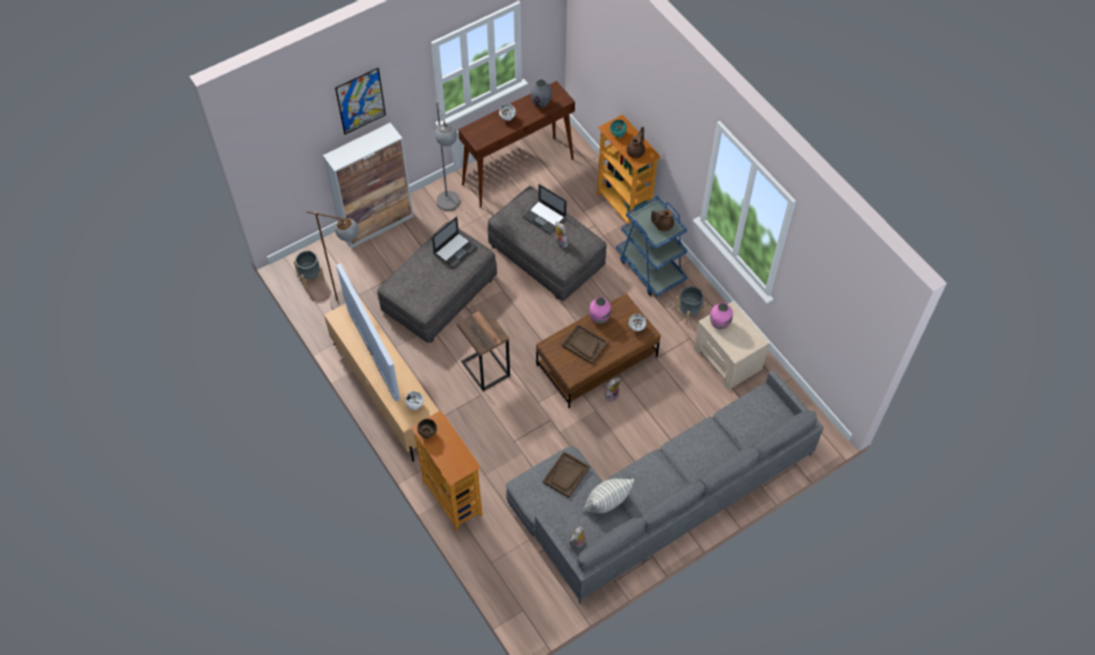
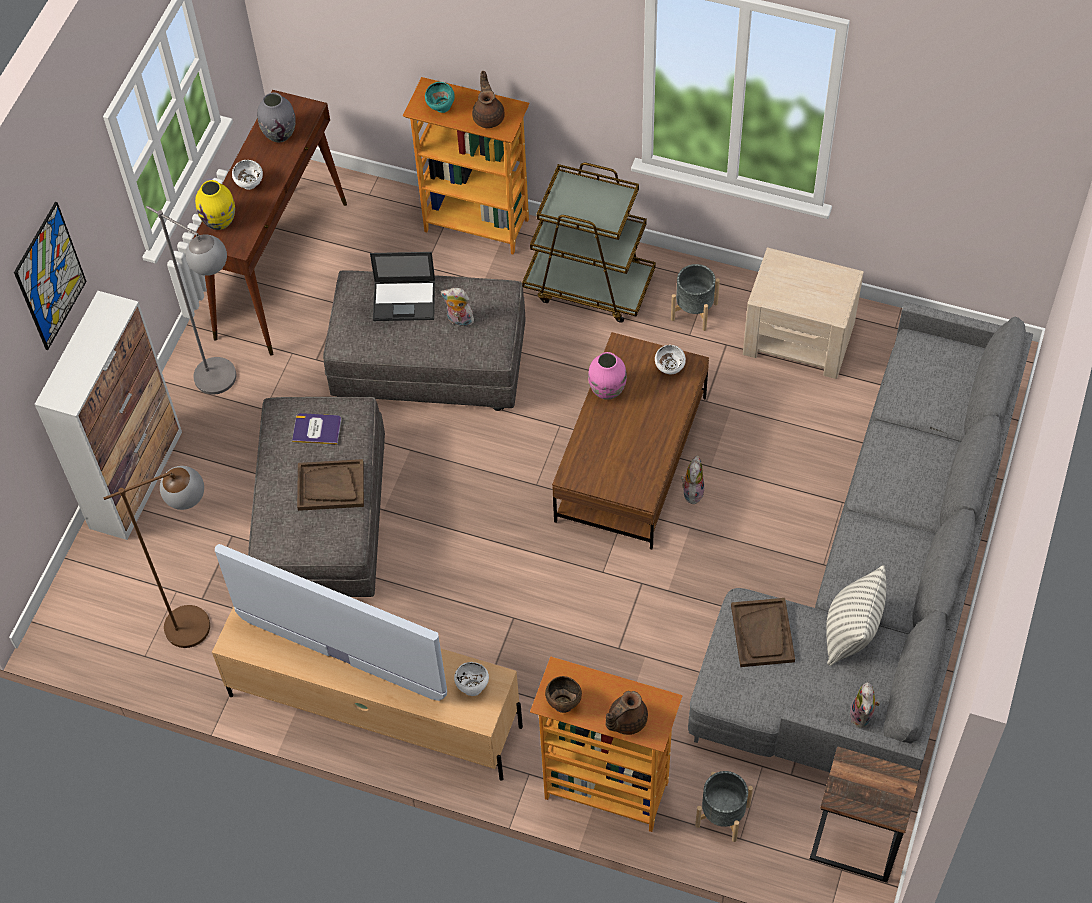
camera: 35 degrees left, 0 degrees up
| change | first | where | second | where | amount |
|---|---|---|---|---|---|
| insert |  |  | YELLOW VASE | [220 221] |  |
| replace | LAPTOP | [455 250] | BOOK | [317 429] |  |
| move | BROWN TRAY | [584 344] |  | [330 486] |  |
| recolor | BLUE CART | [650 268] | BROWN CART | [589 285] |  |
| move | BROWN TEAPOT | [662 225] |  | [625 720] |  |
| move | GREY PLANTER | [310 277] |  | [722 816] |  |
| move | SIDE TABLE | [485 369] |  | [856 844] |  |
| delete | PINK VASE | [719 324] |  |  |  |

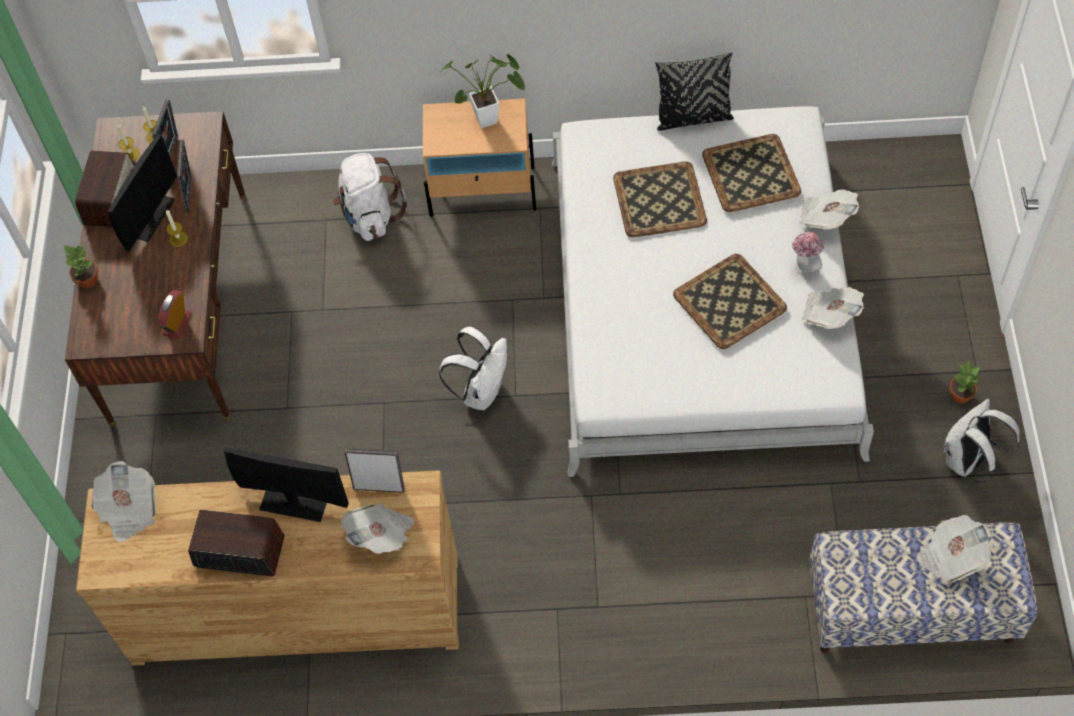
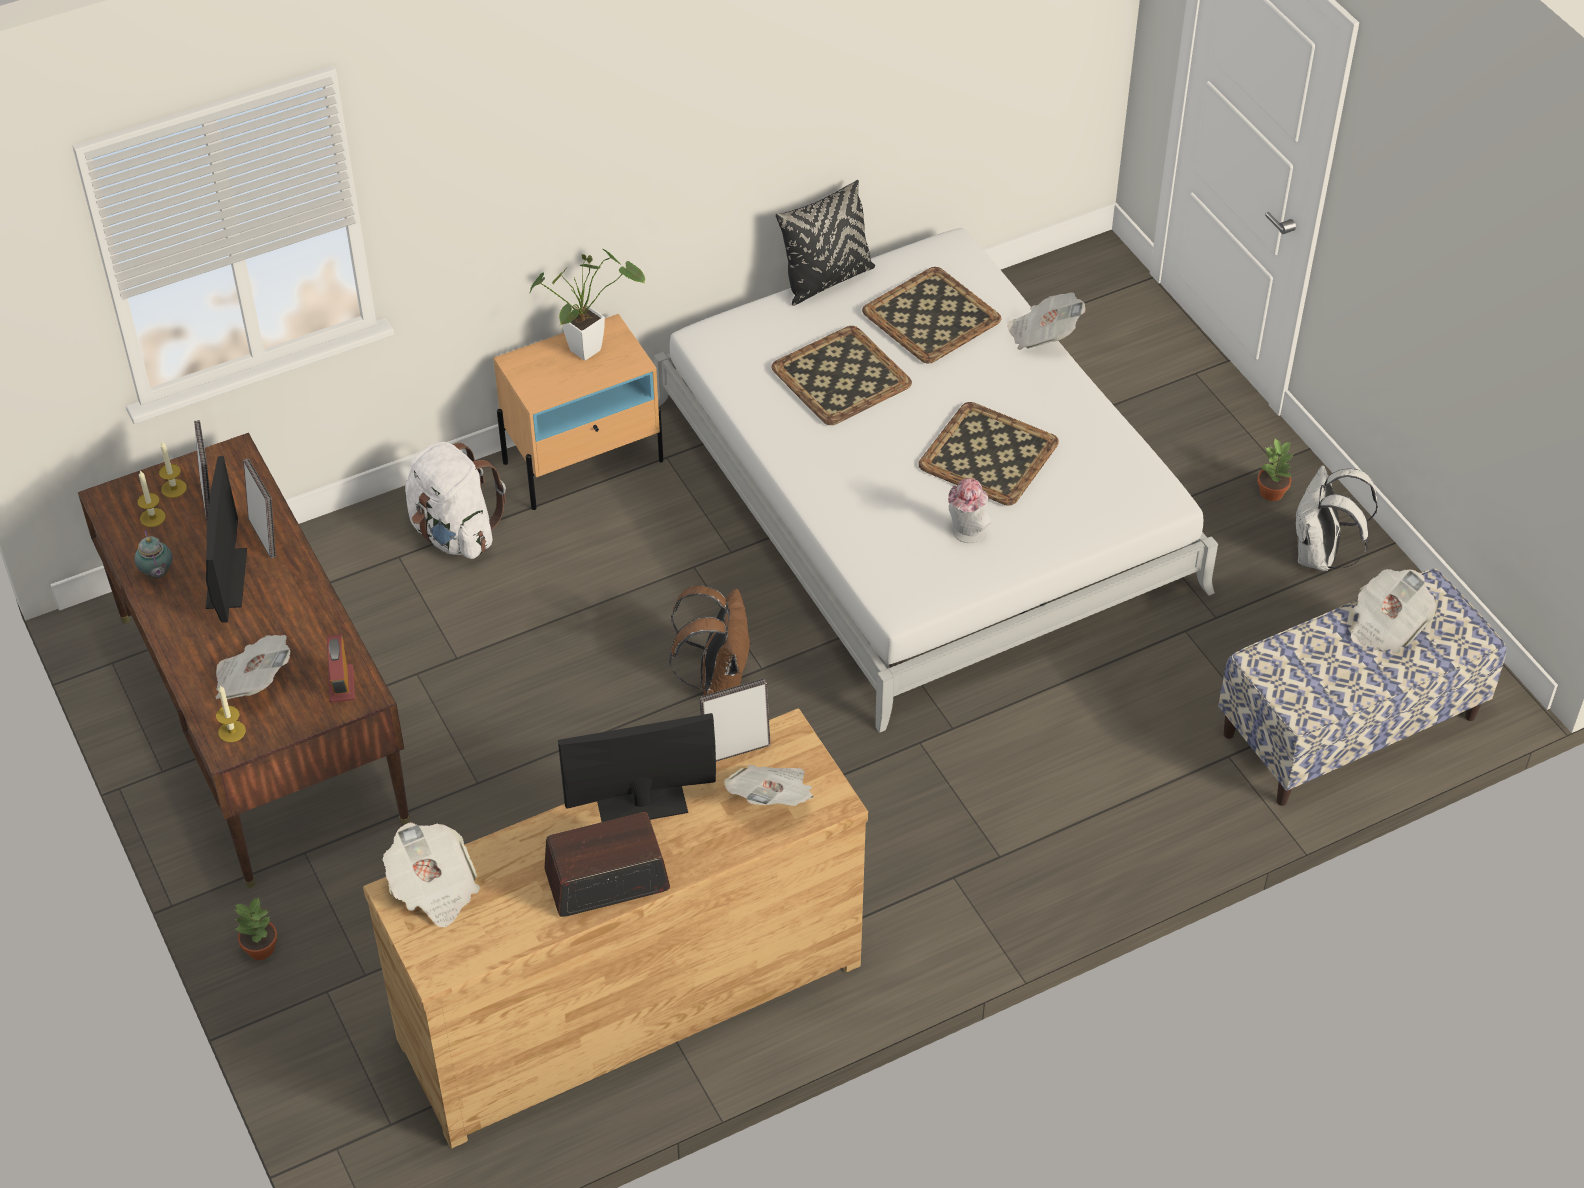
camera: 30 degrees left, 10 degrees down
| change | first | where | second | where | amount |
|---|---|---|---|---|---|
| replace | RADIO | [111 198] | TEAPOT | [157 575] |  |
| move | NEWSPAPER | [830 314] |  | [253 681] |  |
| move | CANDLE | [178 239] |  | [232 731] |  |
| move | POTTED PLANT | [87 280] |  | [259 949] |  |
| recolor | WHITE BACKPACK | [481 391] | BROWN BACKPACK | [717 678] |  |
| move | HAT | [804 268] |  | [966 534] |  |

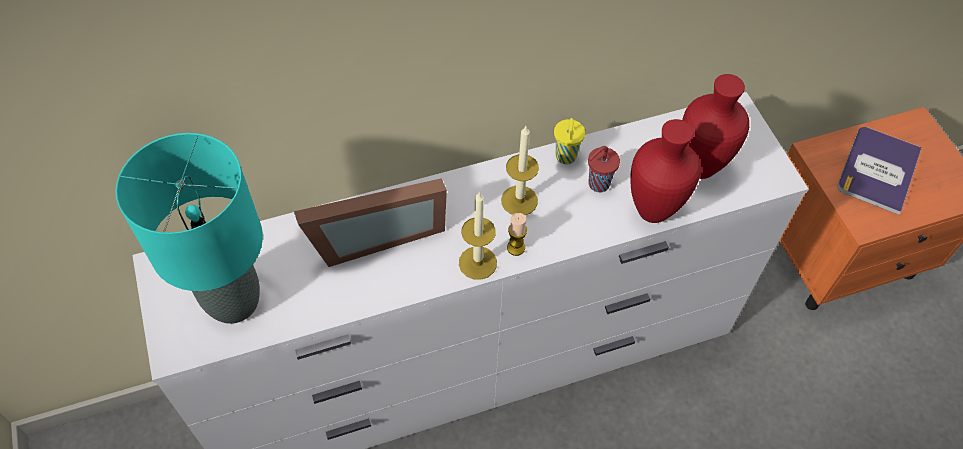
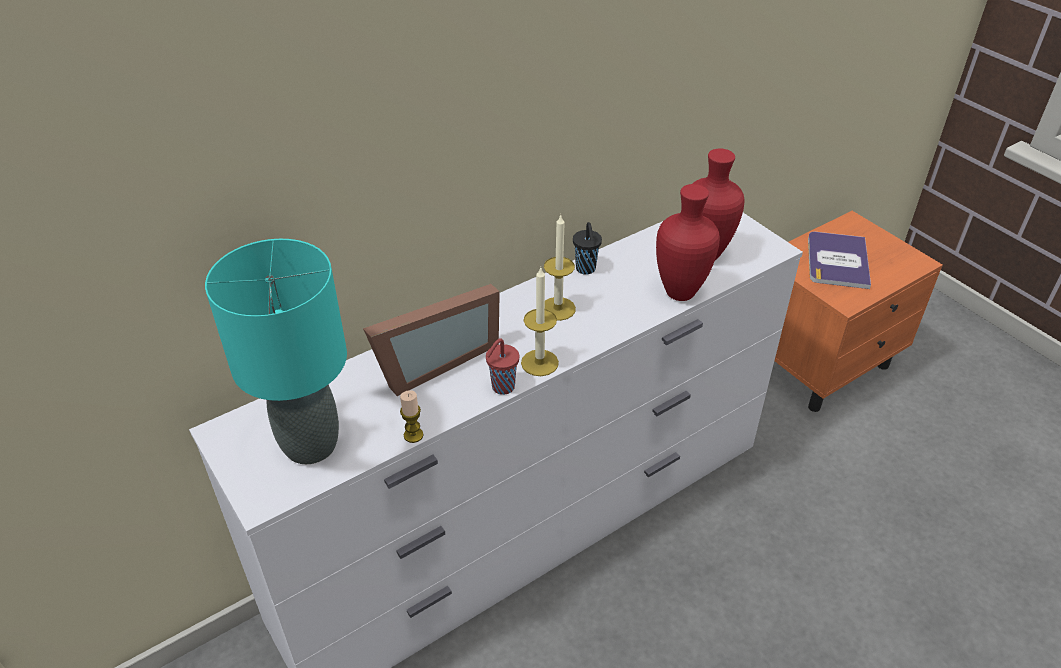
camera: 15 degrees left, 15 degrees down
| change | first | where | second | where | amount |
|---|---|---|---|---|---|
| move | CANDLE | [516 247] |  | [413 435] |  |
| move | RED CUP | [597 184] |  | [502 387] |  |
| recolor | YELLOW CUP | [565 157] | BLACK CUP | [586 269] |  |

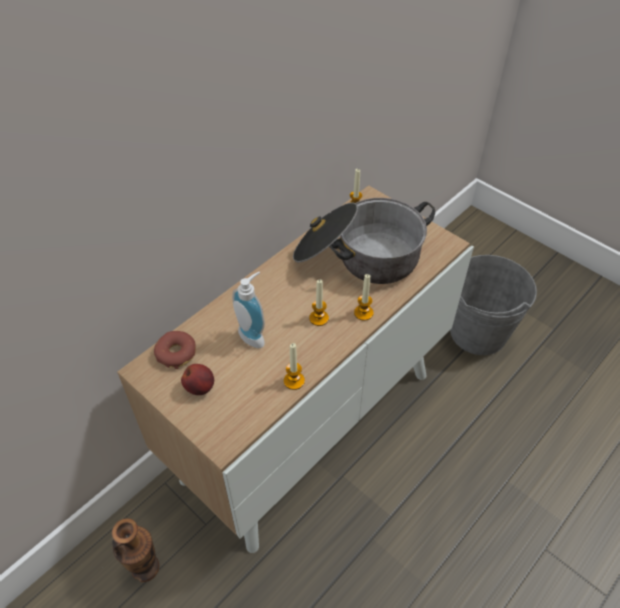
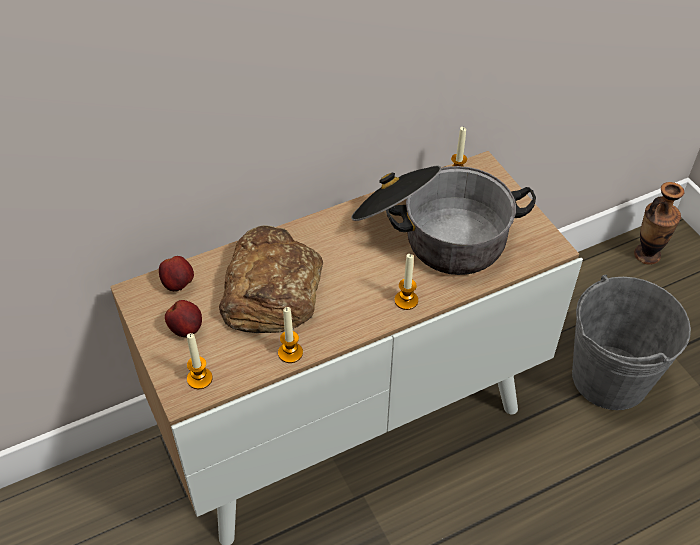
camera: 20 degrees right, 0 degrees up
| change | first | where | second | where | amount |
|---|---|---|---|---|---|
| replace | DONUT | [176 353] | APPLE | [179 285] |  |
| move | CANDLE | [319 318] |  | [199 378] |  |
| replace | SOAP DISPENSER | [254 335] | BREAD | [270 289] |  |
| move | VASE | [145 567] |  | [647 255] |  |

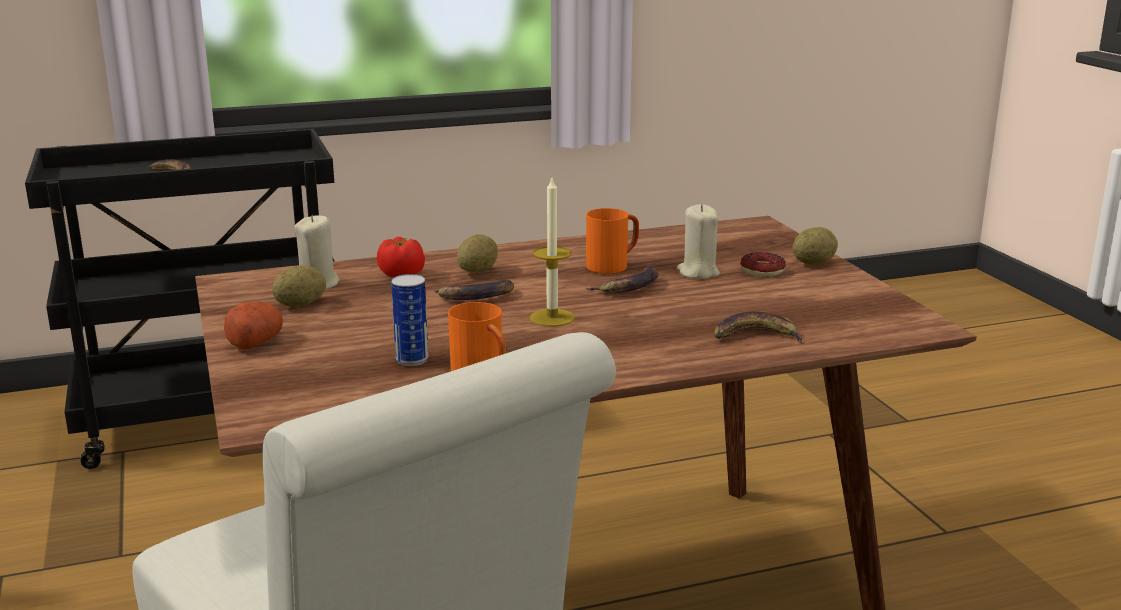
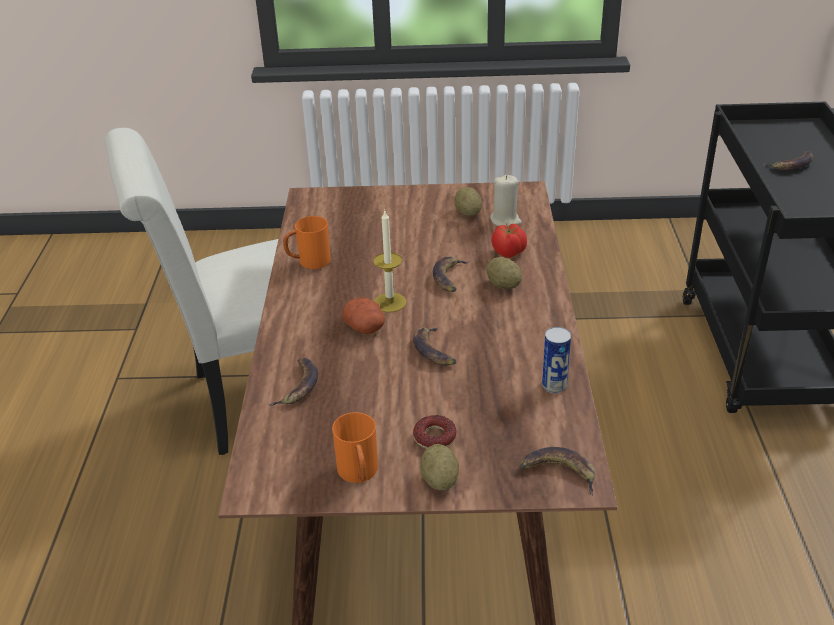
camera: 110 degrees right, 15 degrees up
| change | first | where | second | where | amount |
|---|---|---|---|---|---|
| move | ORANGE MUG | [613 266] |  | [359 475] |  |
| move | POTATO | [255 342] |  | [366 328] |  |
| insert |  |  | BANANA | [558 472] |  |
| move | CAN | [412 360] |  | [554 386] |  |
| delete | BEIGE CANDLE | [698 272] |  |  |  |

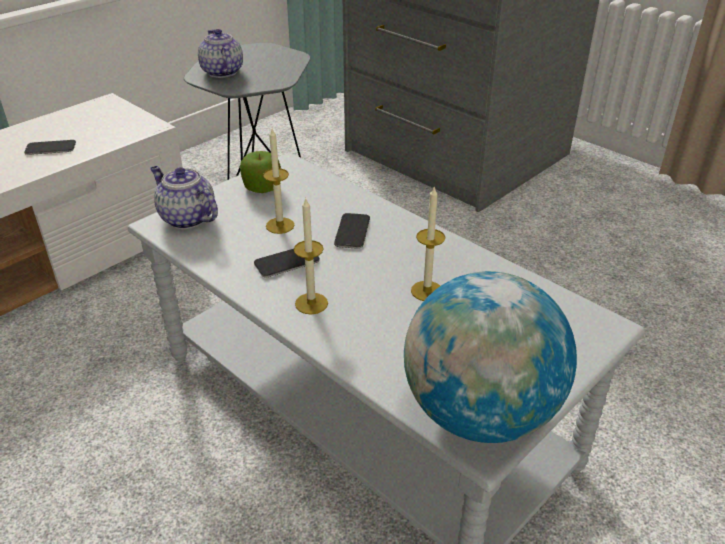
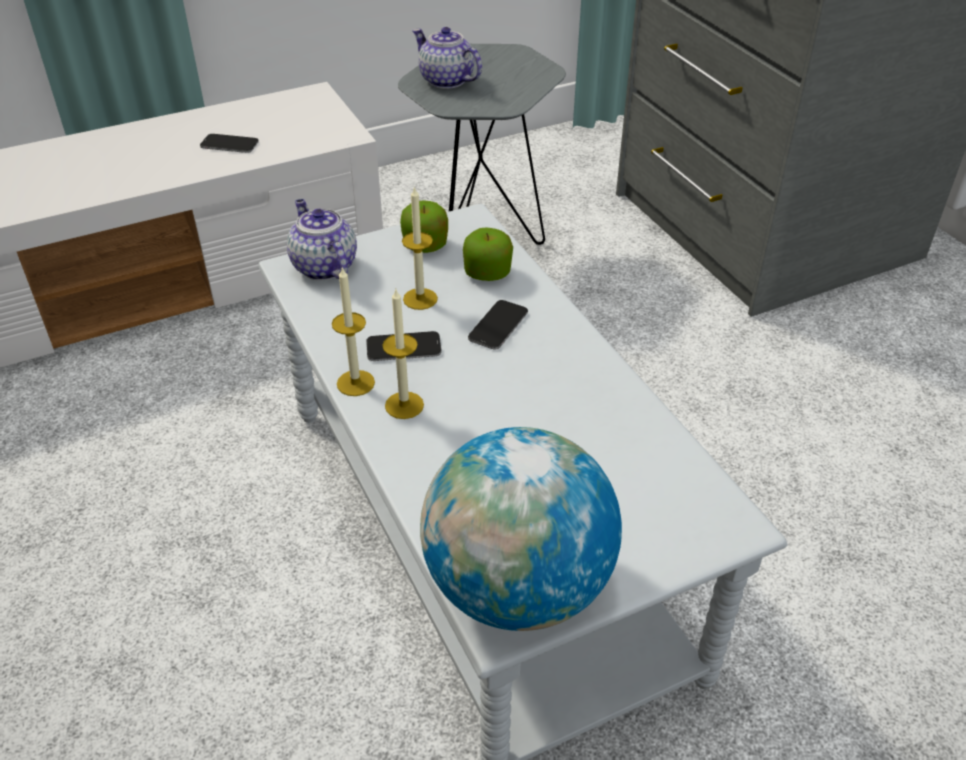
camera: 20 degrees right, 5 degrees up
| change | first | where | second | where | amount |
|---|---|---|---|---|---|
| move | CANDLE | [427 291] |  | [355 383] |  |
| rotate | TEAPOT | [221 72] |  | [445 80] | 45 degrees counterclockwise |
| insert |  |  | APPLE | [487 273] |  |

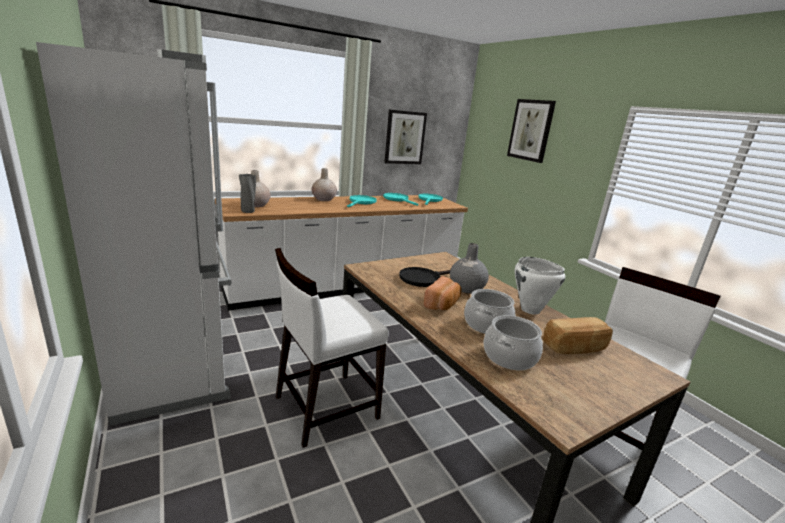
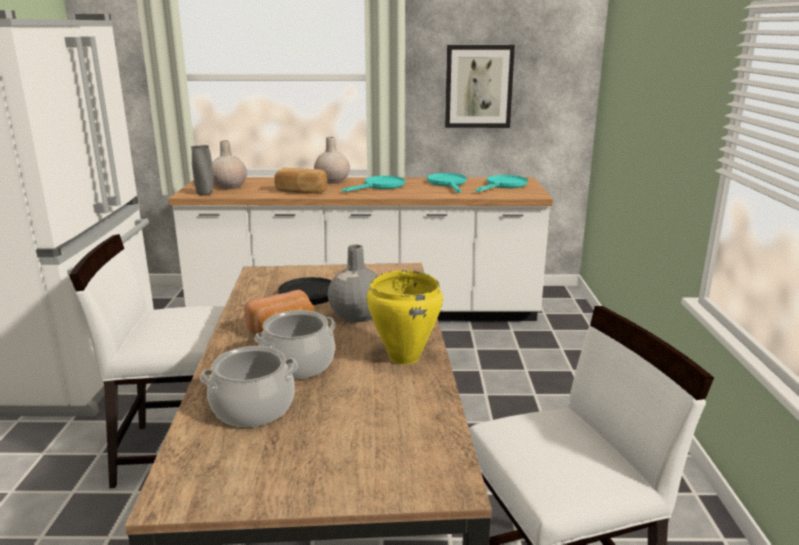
camera: 30 degrees right, 0 degrees up
| change | first | where | second | where | amount |
|---|---|---|---|---|---|
| move | BREAD | [575 348] |  | [301 191] |  |
| recolor | WHITE COOKING POT | [530 310] | YELLOW COOKING POT | [403 357] |  |
| delete | PICTURE | [531 130] |  |  |  |

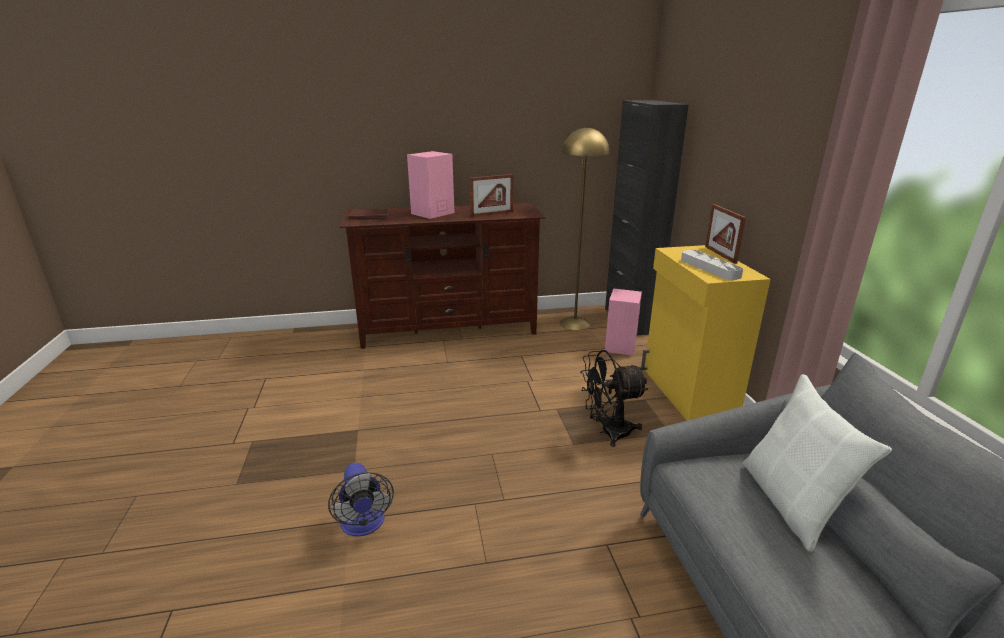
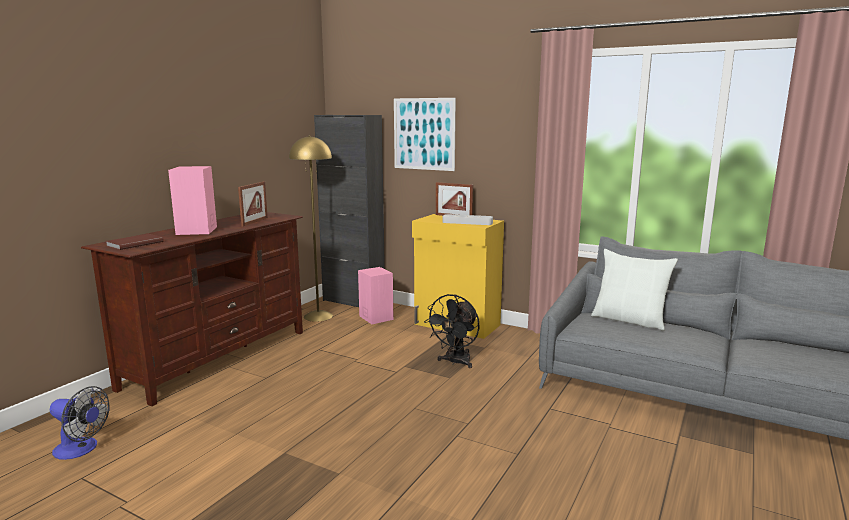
camera: 50 degrees left, 10 degrees down
| change | first | where | second | where | amount |
|---|---|---|---|---|---|
| move | FAN | [364 525] |  | [81 449] |  |
| insert |  |  | PICTURE | [424 134] |  |

